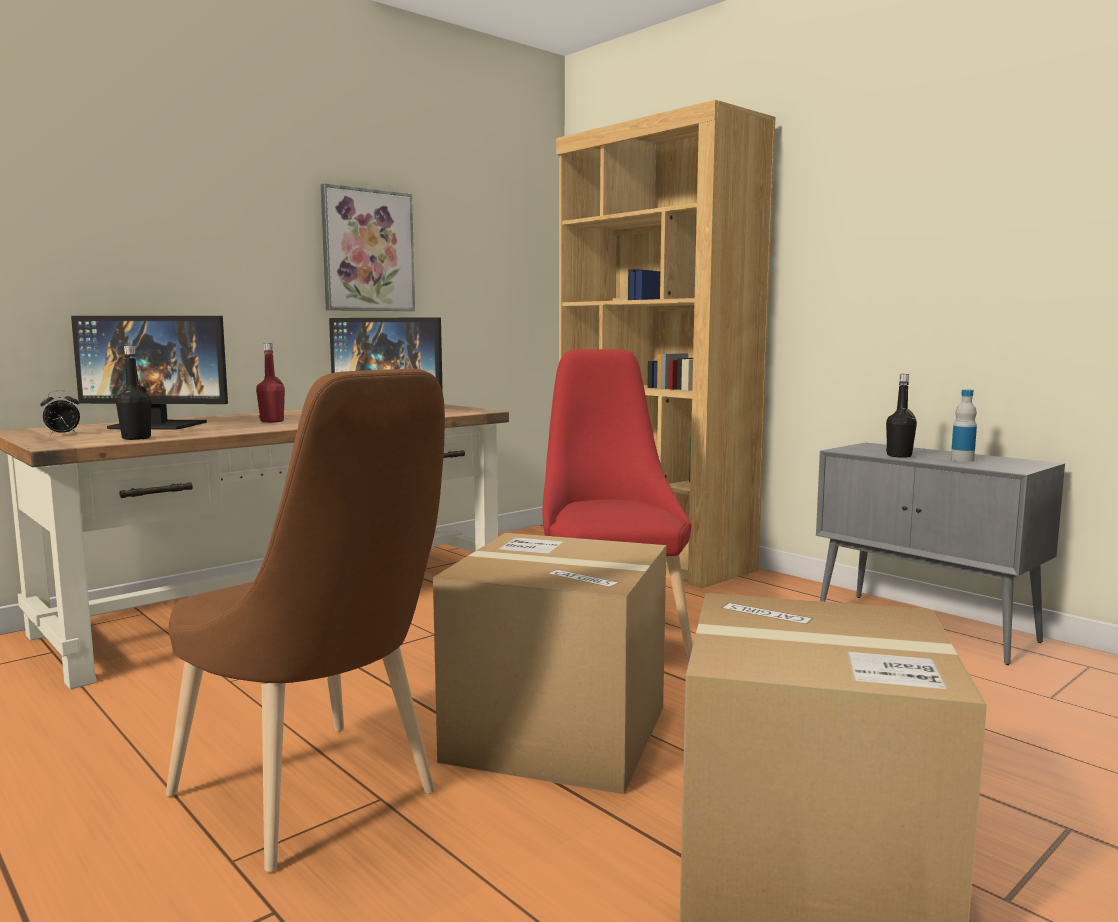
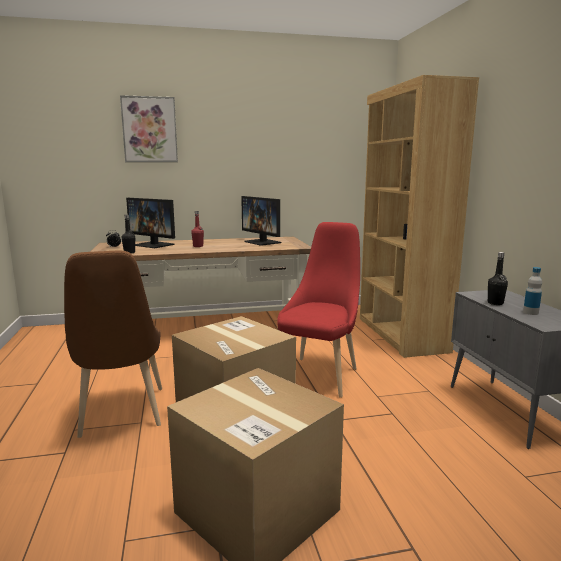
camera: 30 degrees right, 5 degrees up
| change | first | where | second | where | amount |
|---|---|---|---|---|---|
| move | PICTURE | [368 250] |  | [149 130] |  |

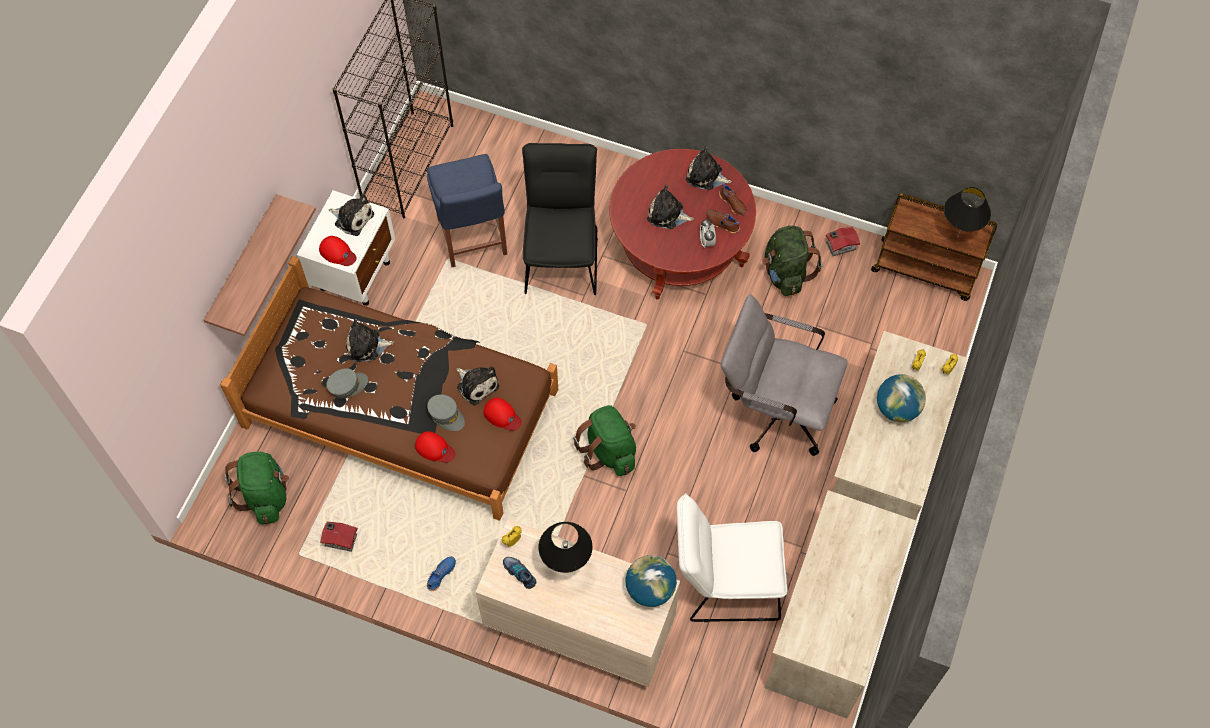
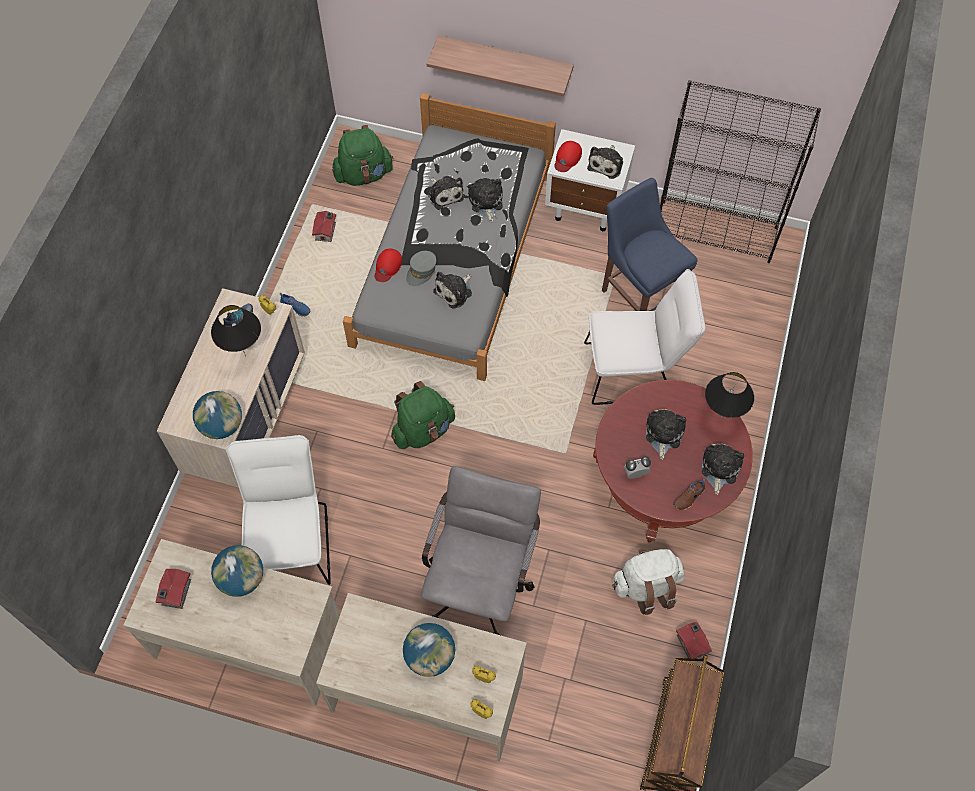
camera: 85 degrees right, 0 degrees up
| change | first | where | second | where | amount |
|---|---|---|---|---|---|
| insert |  |  | TOY HOUSE | [175 593] |  |
| insert |  |  | GLOBE | [242 579] |  |
| recolor | BROWN BED | [400 408] | GREY BED | [453 258] |  |
| replace | GREY CAP | [347 386] | PLUSH TOY | [444 194] |  |
| recolor | BLACK CHAIR | [562 255] | WHITE CHAIR | [635 371] |  |
| rotate | BLUE CHAIR | [472 240] |  | [639 294] | 75 degrees clockwise |
| recolor | GREEN BACKPACK | [785 273] | WHITE BACKPACK | [646 586] |  |
| move | BLACK TABLE LAMP | [957 238] |  | [720 418] |  |
| delete | RED CAP | [502 416] |  |  |  |
| delete | BROWN SHOE | [722 224] |  |  |  |

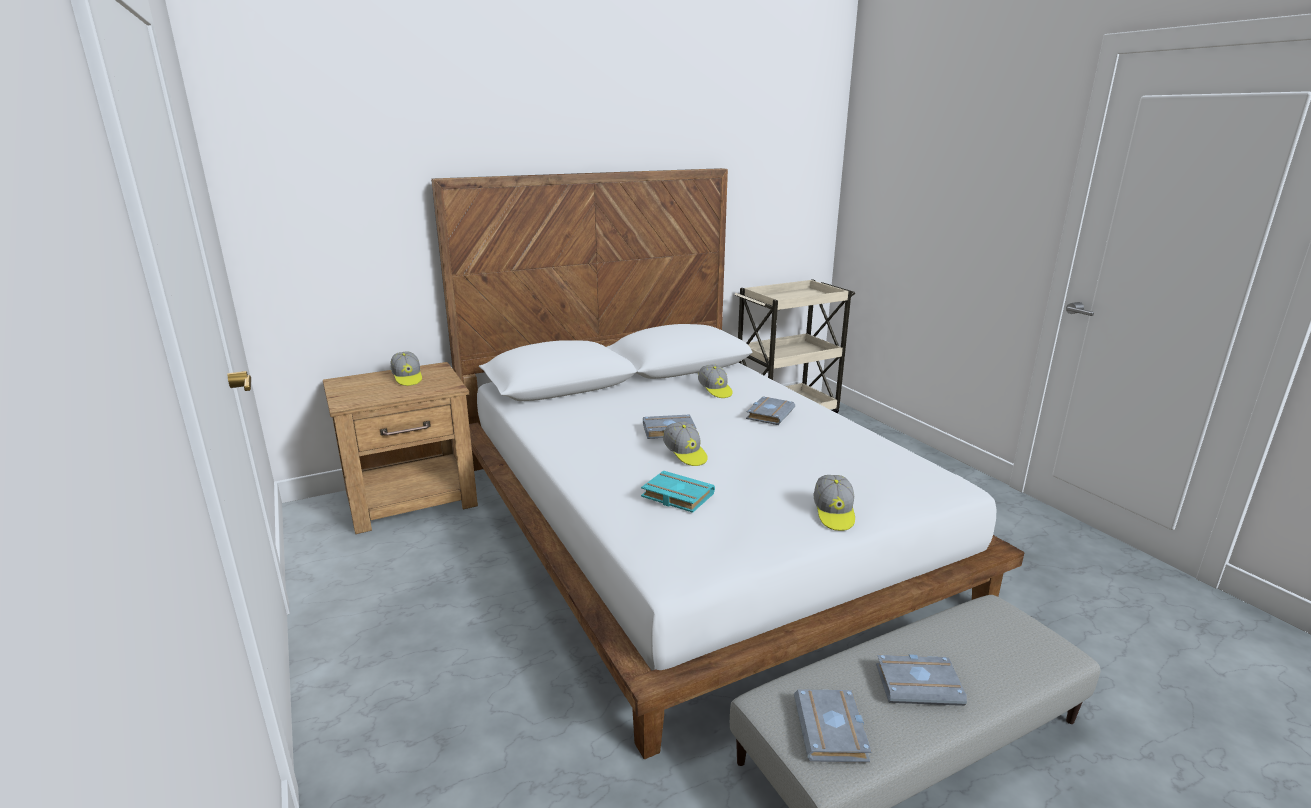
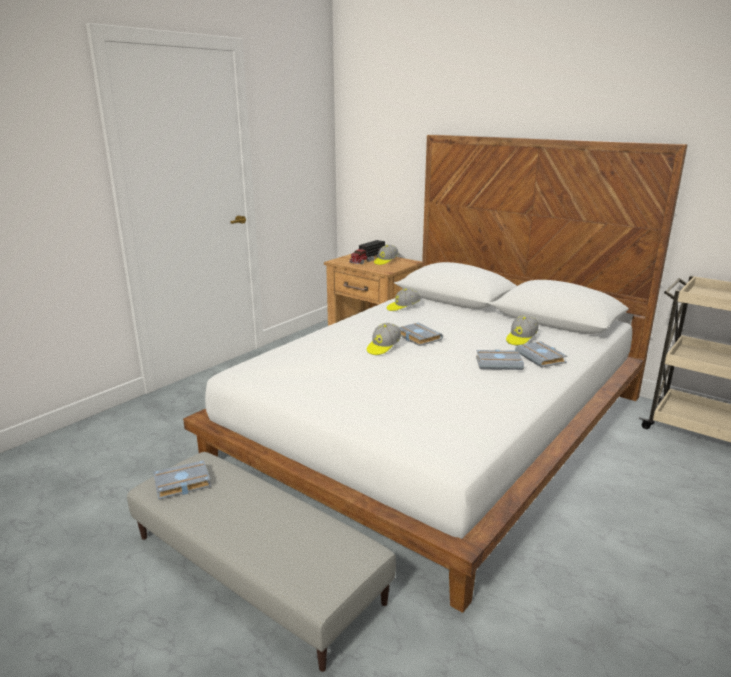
camera: 65 degrees right, 0 degrees up
| change | first | where | second | where | amount |
|---|---|---|---|---|---|
| insert |  |  | TOY TRUCK | [367 260] |  |
| move | CAP | [833 513] |  | [403 307] |  |
| move | GREY BOOK | [919 684] |  | [542 358] |  |
| delete | TURQUOISE BOOK | [675 496] |  |  |  |

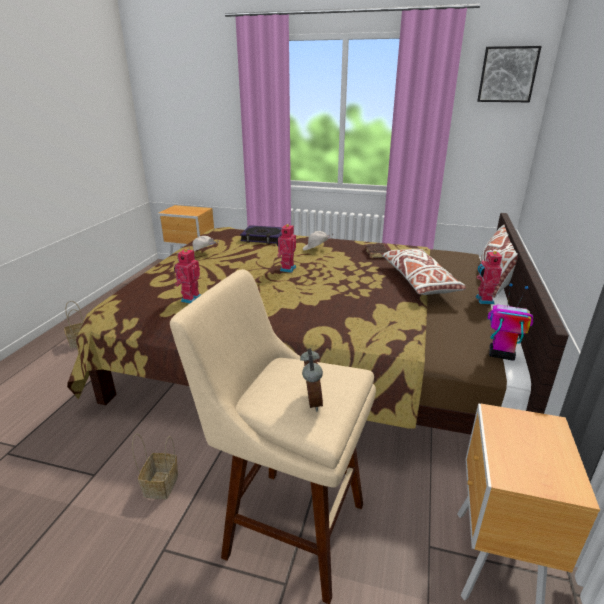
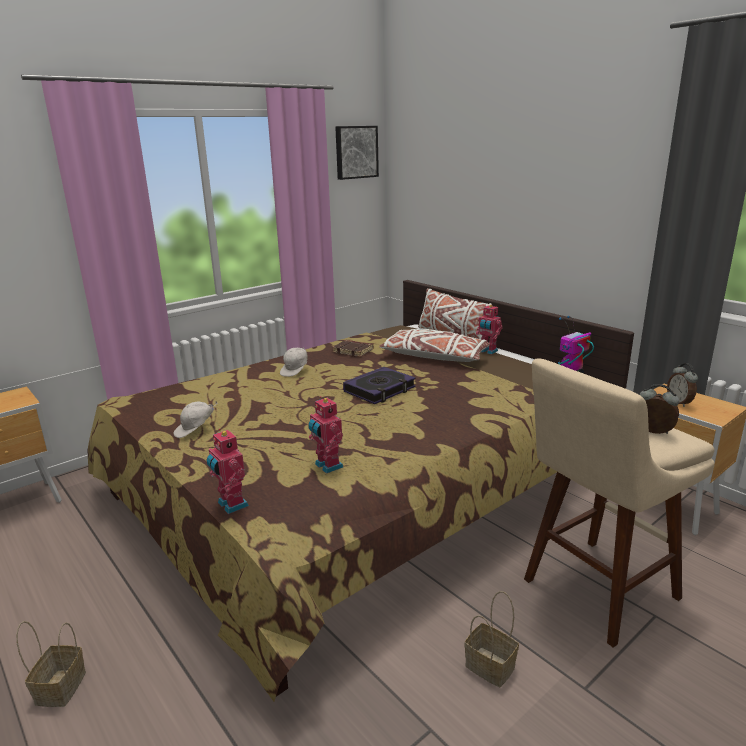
camera: 55 degrees left, 5 degrees down
| change | first | where | second | where | amount |
|---|---|---|---|---|---|
| move | TOY ROBOT | [286 269] |  | [231 505] |  |
| move | BOOK | [263 238] |  | [380 390] |  |
| insert |  |  | ALARM CLOCK | [679 402] |  |

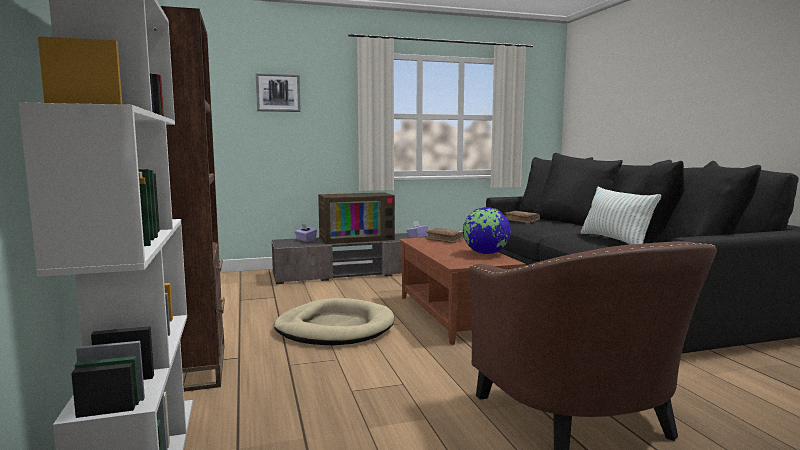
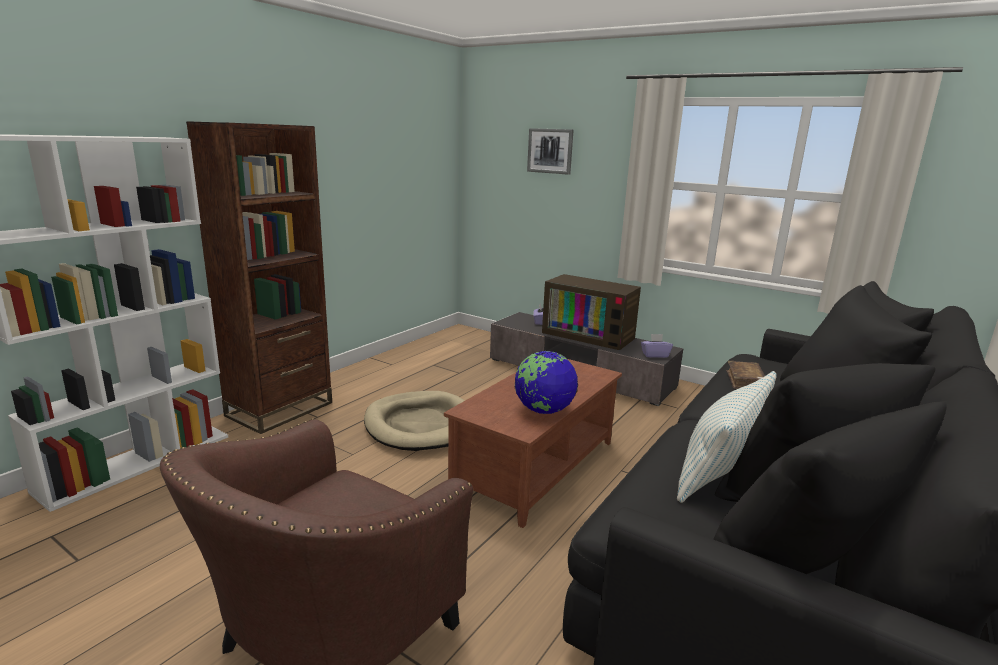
camera: 50 degrees right, 10 degrees up
| change | first | where | second | where | amount |
|---|---|---|---|---|---|
| delete | BROWN BOOK | [445 240] |  |  |  |

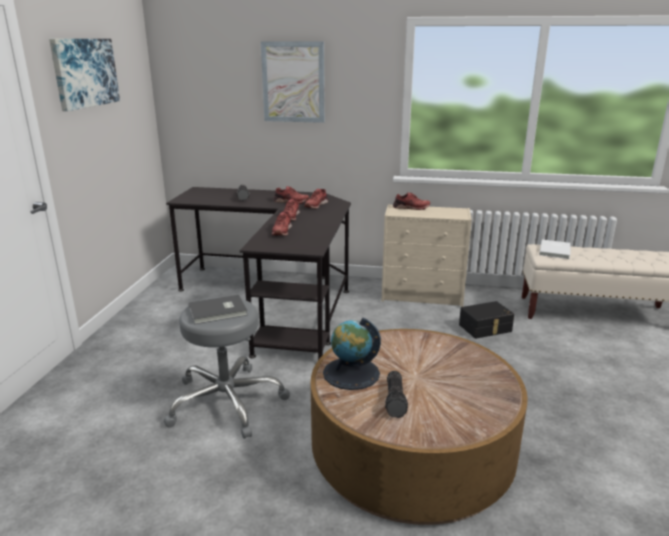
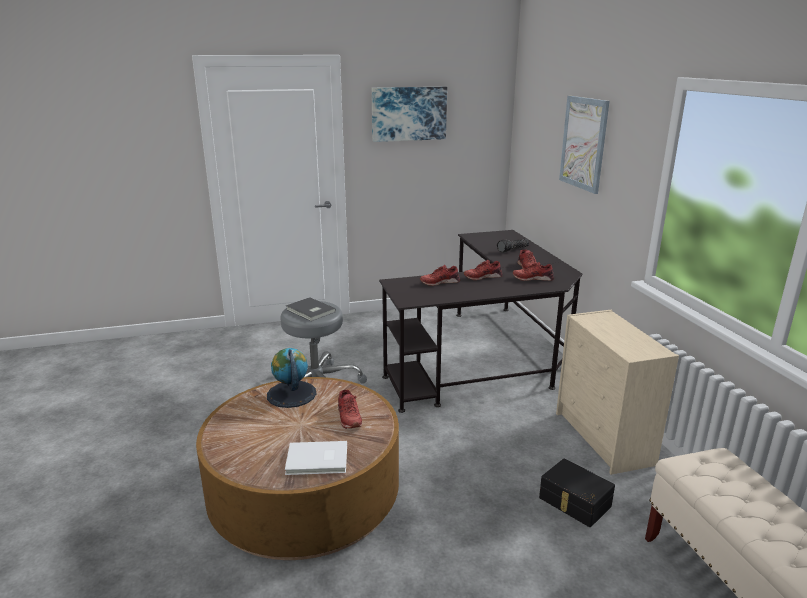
camera: 65 degrees right, 0 degrees up
| change | first | where | second | where | amount |
|---|---|---|---|---|---|
| move | WHITE BOOK | [556 250] |  | [318 460] |  |
| move | RED SHOE | [411 207] |  | [348 417] |  |
| delete | FLASHLIGHT | [396 400] |  |  |  |

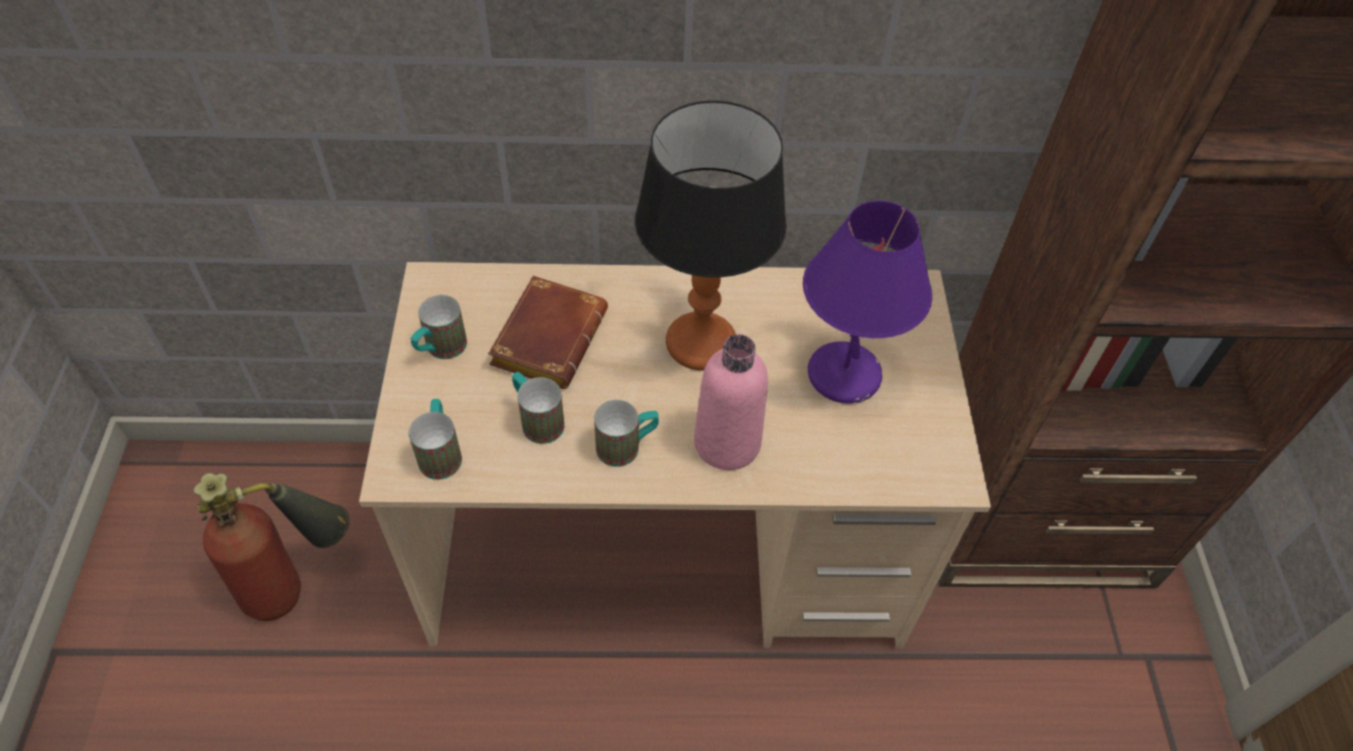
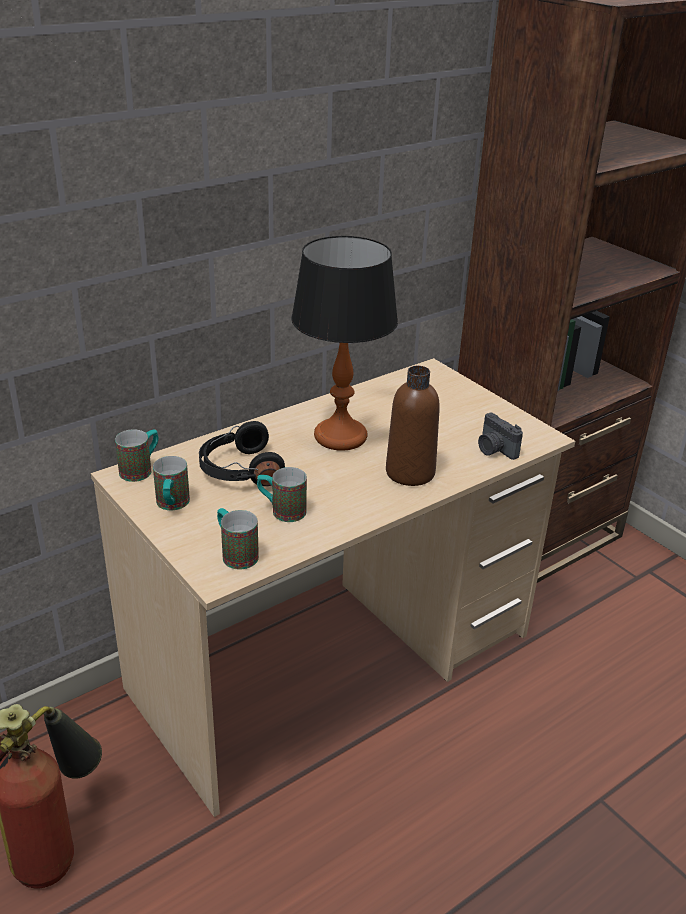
camera: 35 degrees left, 20 degrees down
| change | first | where | second | where | amount |
|---|---|---|---|---|---|
| move | MUG | [627 447] |  | [141 469] |  |
| replace | BROWN BOOK | [547 336] | BLACK HEADPHONES | [239 470] |  |
| recolor | PINK BOTTLE | [727 443] | BROWN BOTTLE | [410 473] |  |
| insert |  |  | PHOTO CAMERA | [494 450] |  |
| delete | PURPLE TABLE LAMP | [845 376] |  |  |  |

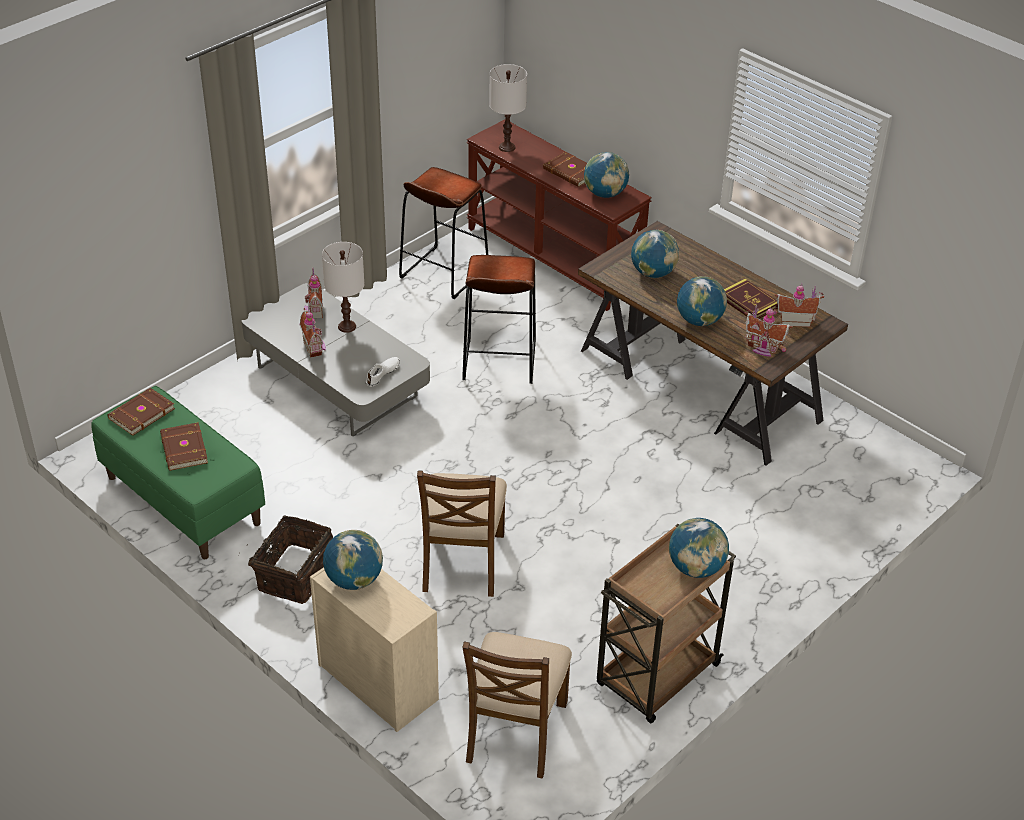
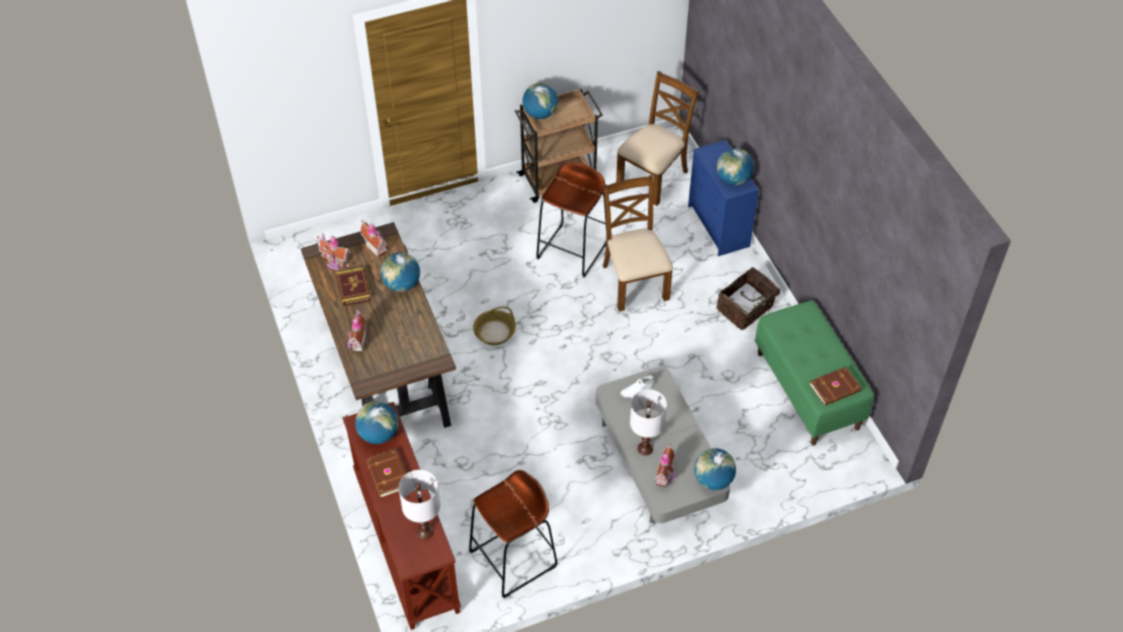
camera: 155 degrees left, 10 degrees up
| change | first | where | second | where | amount |
|---|---|---|---|---|---|
| move | TOY HOUSE | [315 347] |  | [357 342] |  |
| insert |  |  | BASKET | [494 332] |  |
| move | BROWN STOOL | [499 360] |  | [573 250] |  |
| rotate | BROWN CHAIR | [462 562] |  | [634 282] | 45 degrees counterclockwise |
| recolor | BEIGE DRESSER | [376 681] | BLUE DRESSER | [719 227] |  |
| move | GLOBE | [653 273] |  | [713 480] |  |
| delete | BROWN BOOK | [183 449] |  |  |  |

